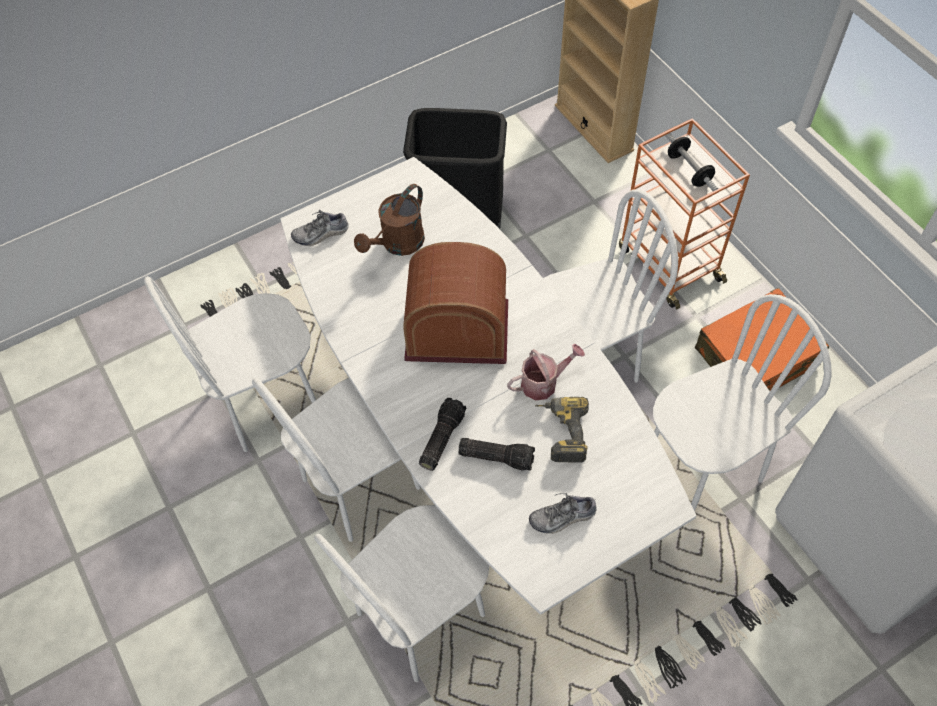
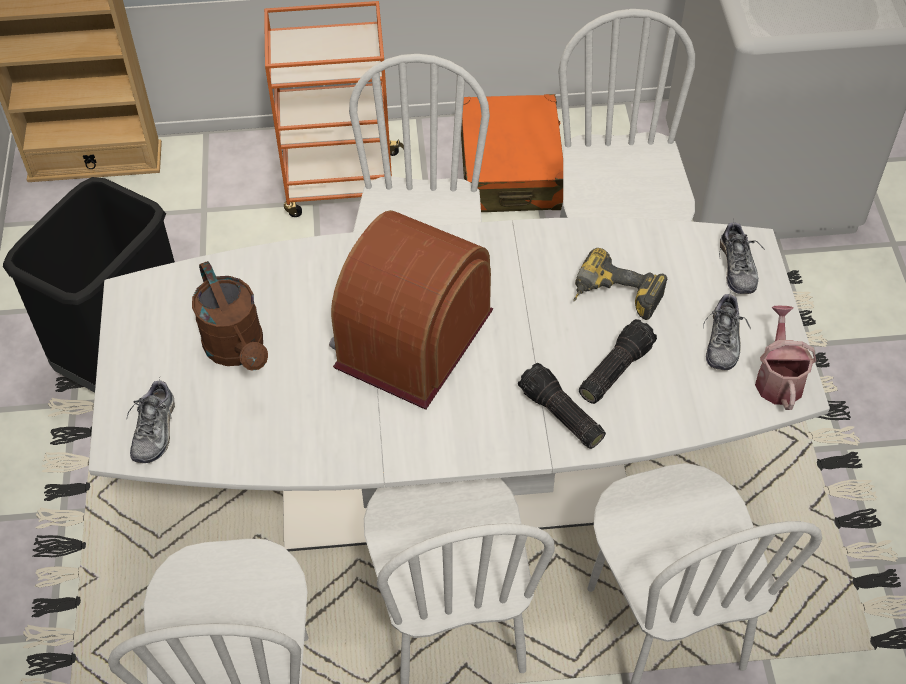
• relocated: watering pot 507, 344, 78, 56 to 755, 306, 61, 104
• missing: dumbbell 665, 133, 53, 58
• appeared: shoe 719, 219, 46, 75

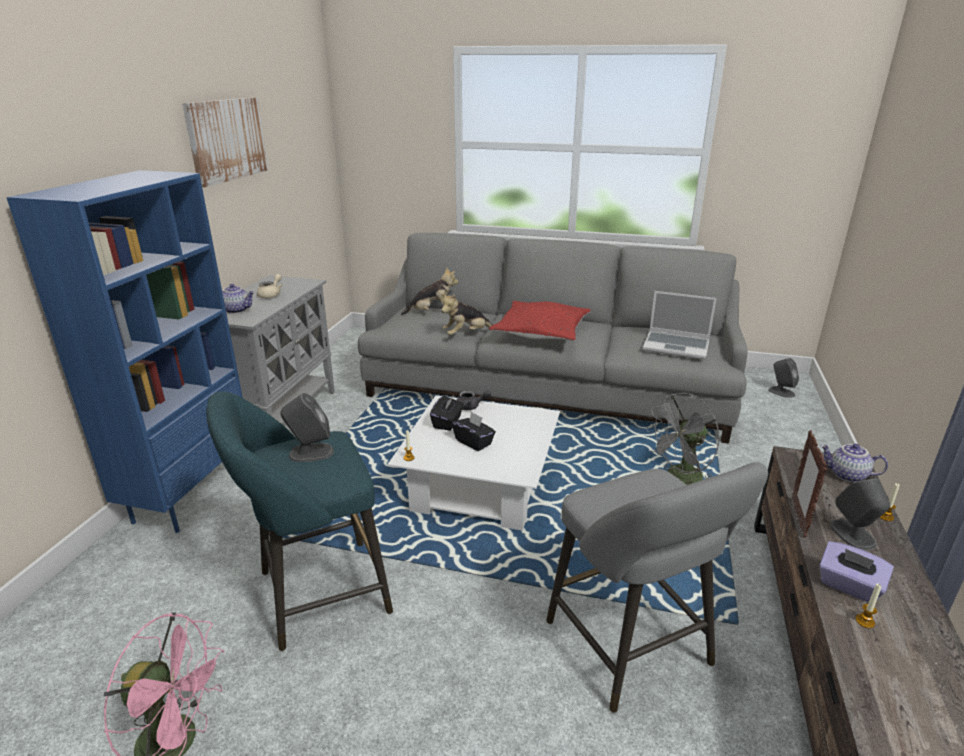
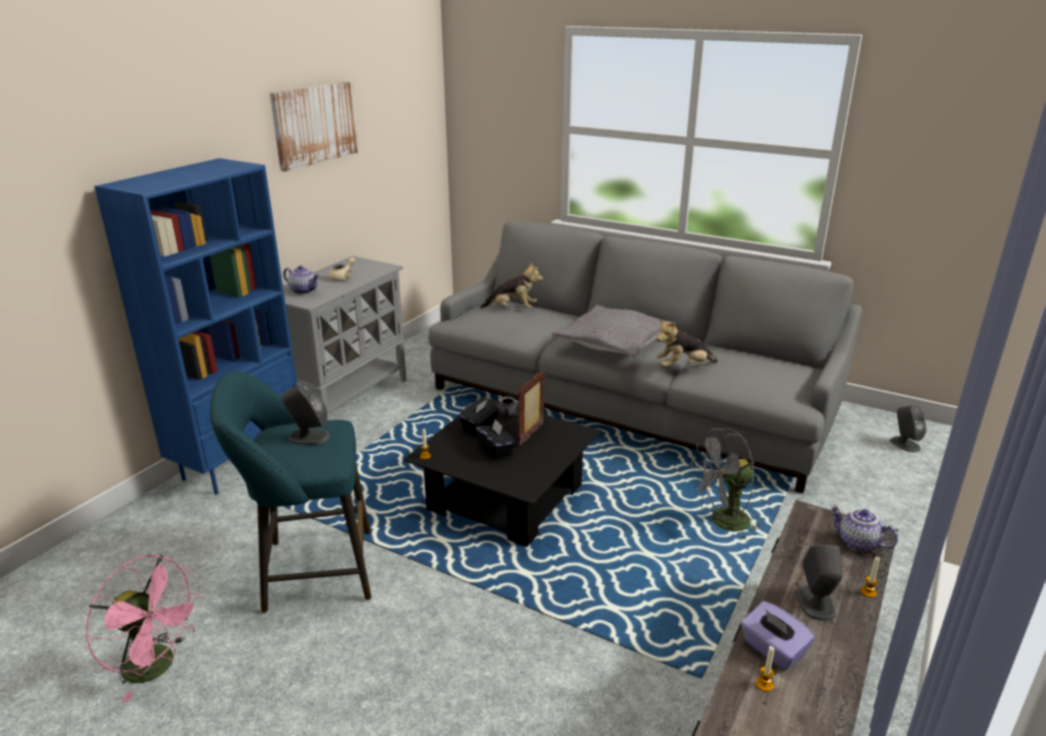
• colour: white-coloured coffee table 388, 395, 172, 136 to black-coloured coffee table 403, 397, 198, 150
• relocated: soft toy 441, 294, 52, 41 to 656, 319, 62, 48
• colour: red pillow 489, 301, 102, 40 to grey pillow 552, 305, 120, 52
• missing: grey sitting stool 546, 462, 222, 251
• missing: laptop 643, 291, 74, 68
• relocated: standing frame 792, 430, 35, 107 to 518, 369, 27, 77

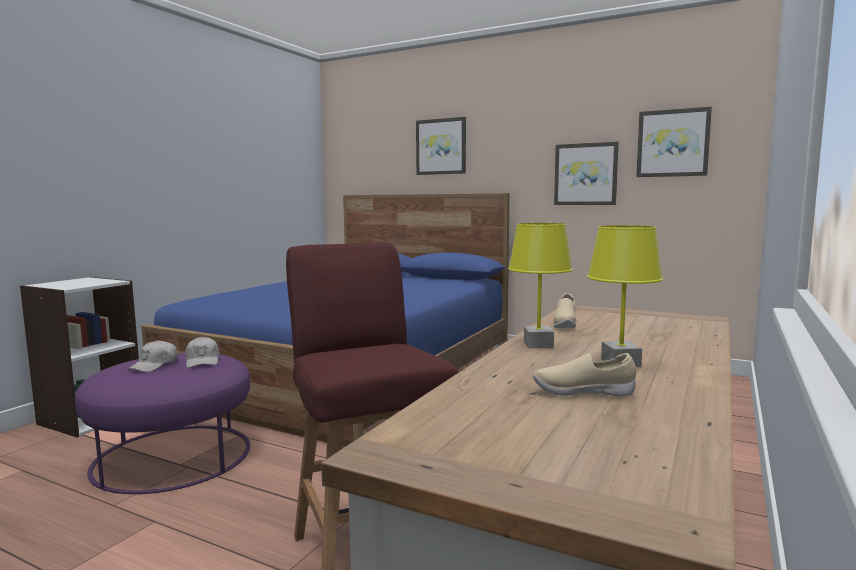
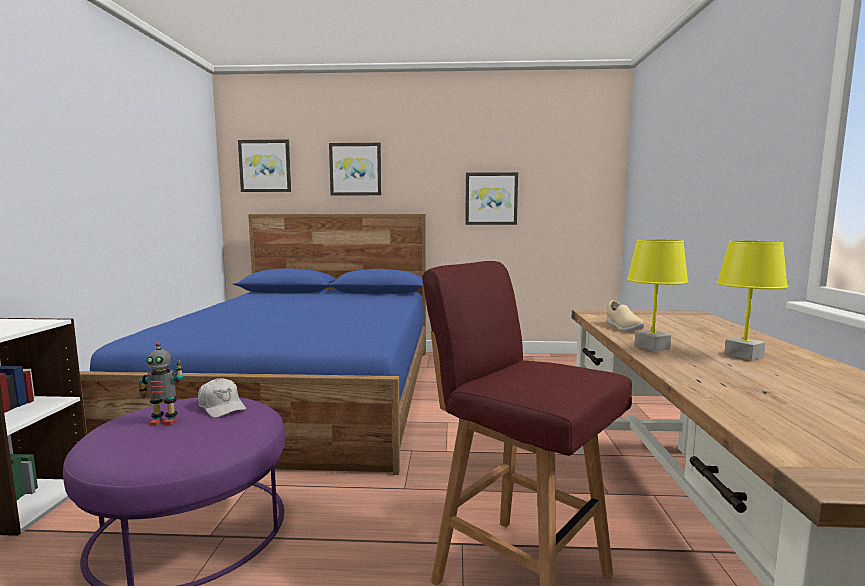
• exchanged: white-coloured cap 127, 340, 51, 32 to model robot 139, 342, 44, 84
• missing: sand-coloured shoe 533, 353, 103, 43
• relocated: wall art 636, 107, 76, 70 to 238, 140, 53, 52

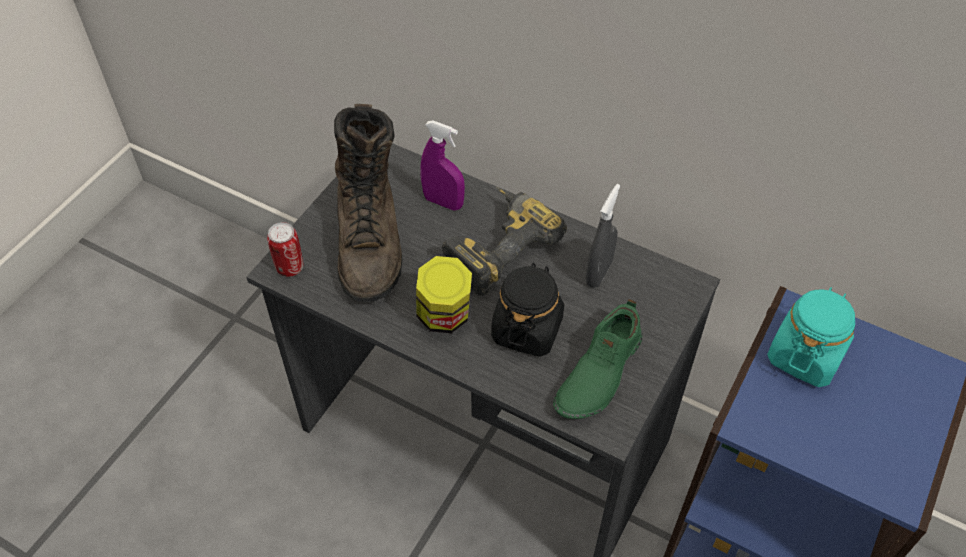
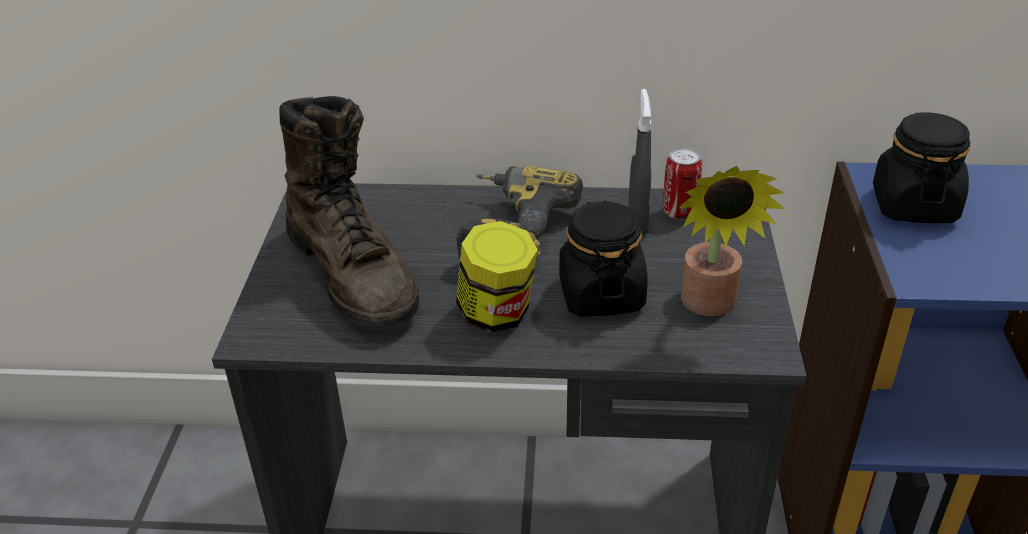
• relocated: sealed can 267, 222, 36, 55 to 663, 148, 39, 72
• missing: purplish hand sprayer 421, 121, 44, 90
• exchanged: green-coloured shoe 553, 299, 89, 120 to potted plant 680, 166, 105, 150
• colour: blue-green jar 767, 287, 88, 100 to black-coloured jar 873, 112, 97, 111

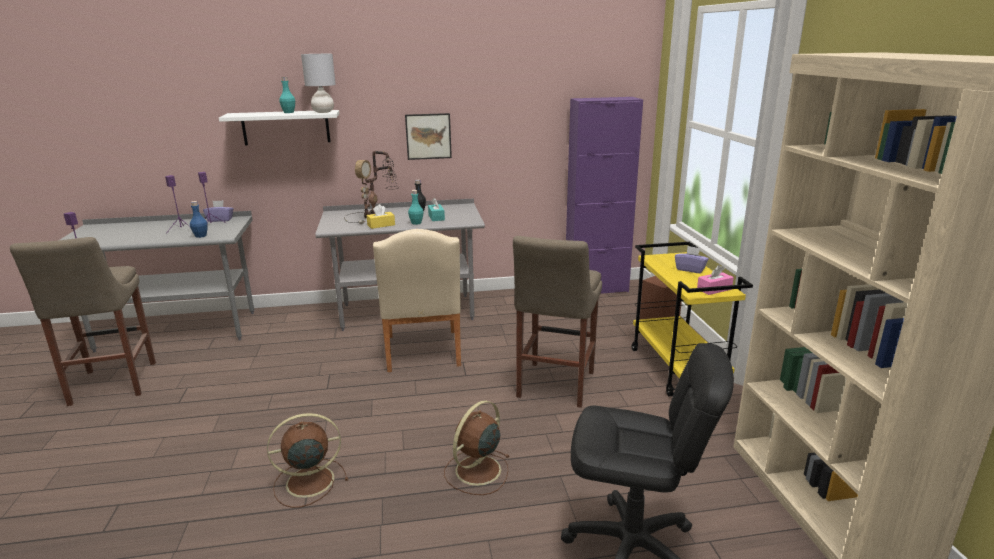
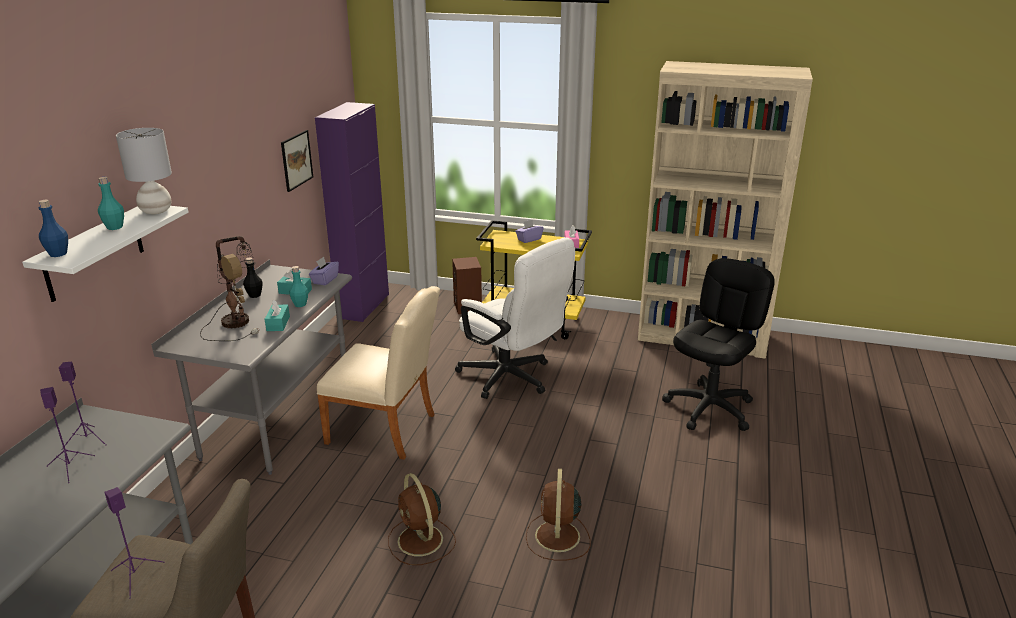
• relocated: blue drink bottle 190, 201, 18, 37 to 39, 200, 29, 57
• relocated: purplish tissue holder 203, 200, 31, 22 to 309, 257, 30, 28
• colour: yellow-coloured tissue holder 367, 204, 28, 25 to blue-green tissue holder 265, 299, 25, 32
• relocated: wall art 405, 113, 47, 47 to 281, 130, 32, 62
• relocated: brown cooling fan 444, 400, 66, 95 to 388, 473, 68, 92
• exchanged: sand-coloured sitting stool 513, 236, 89, 172 to white-coloured desk chair 455, 237, 120, 162

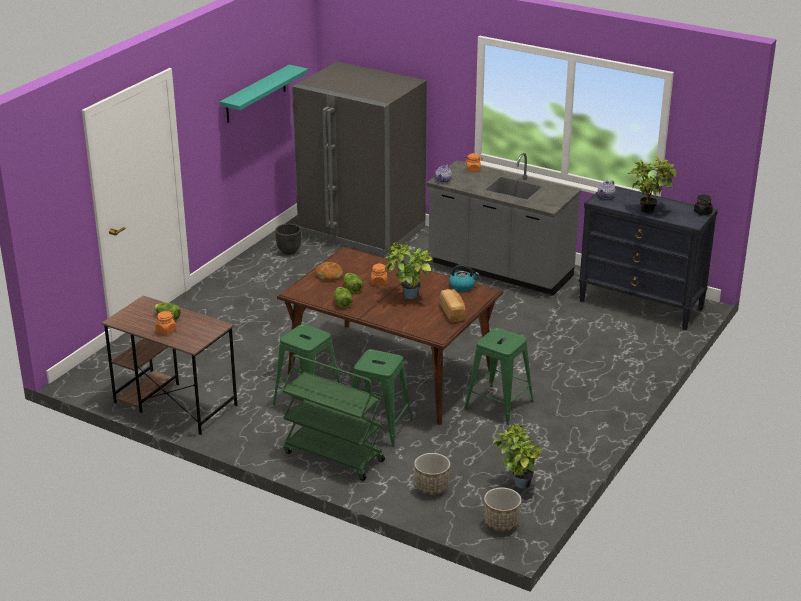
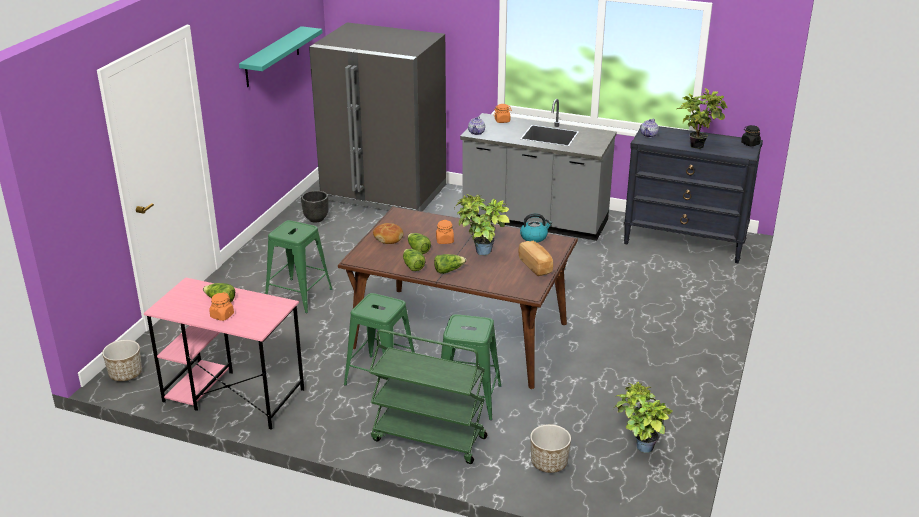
• colour: brown desk 102, 296, 135, 139 to pinkish desk 144, 277, 160, 153
• relocated: green-coloured sitting stool 464, 328, 70, 97 to 265, 220, 68, 93
• relocated: plant pot 484, 488, 37, 44 to 102, 340, 40, 41
• appeared: lettuce head 434, 254, 32, 20

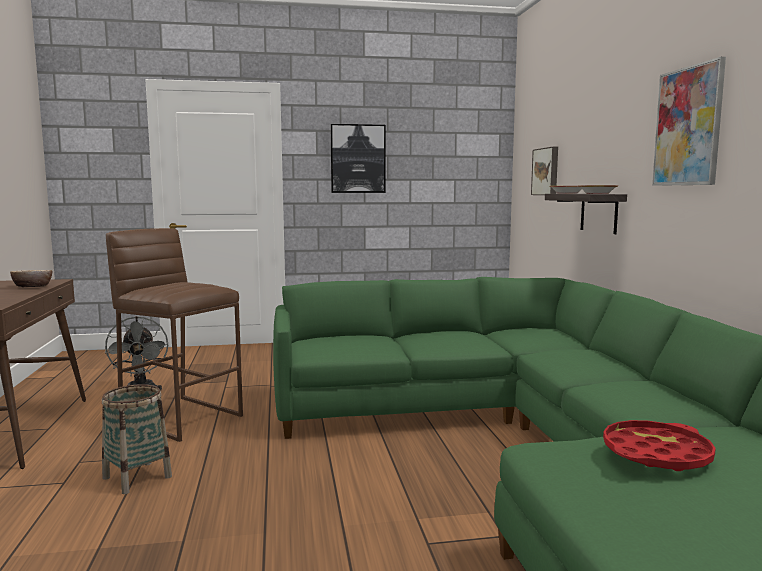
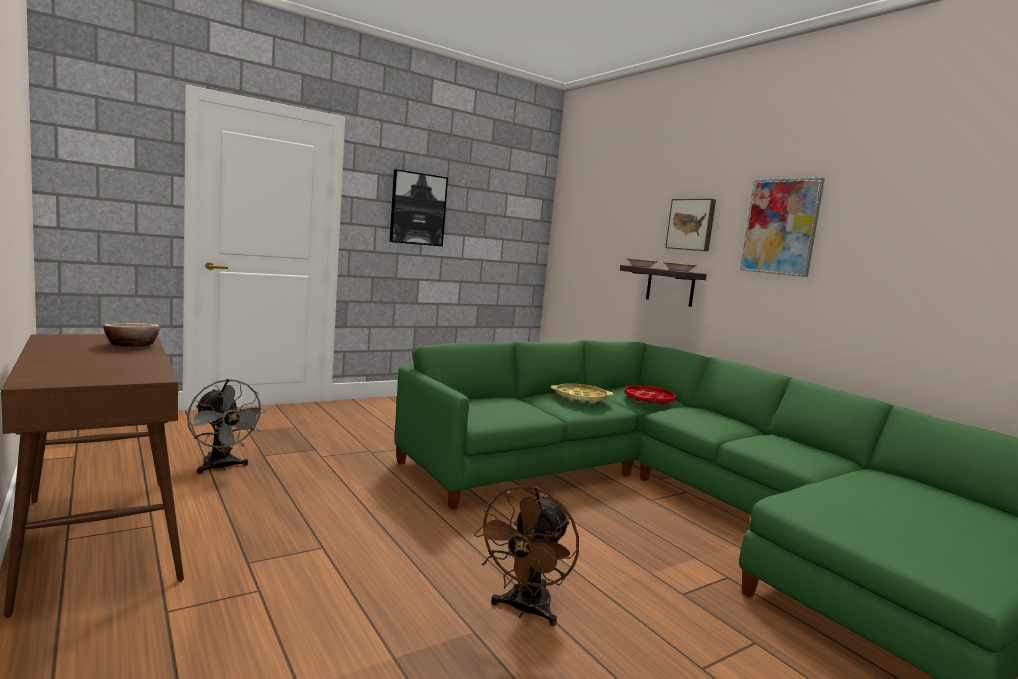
• missing: household basket 102, 384, 70, 110
• missing: brown sitting stool 106, 228, 137, 214
• relocated: wall art 531, 147, 27, 48 to 665, 199, 51, 52
• relocated: red carrying tray 603, 420, 113, 51 to 624, 386, 52, 18
• appeared: brown cooling fan 474, 485, 105, 141
• appeared: yellow-coloured carrying tray 551, 383, 62, 20

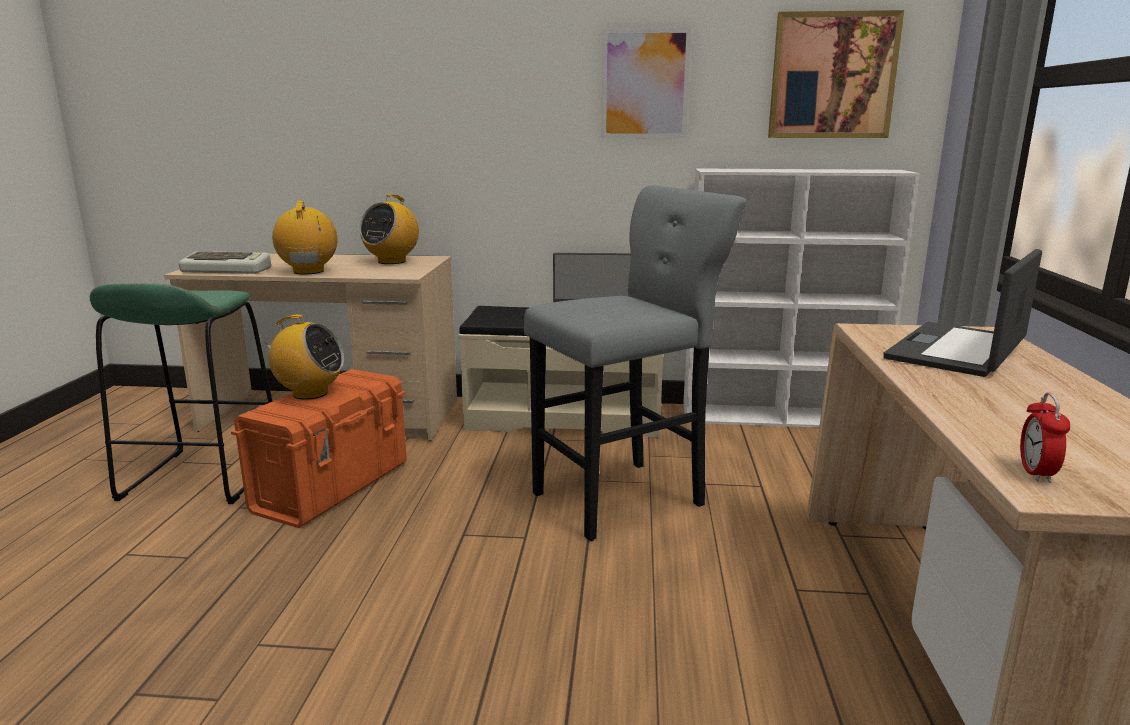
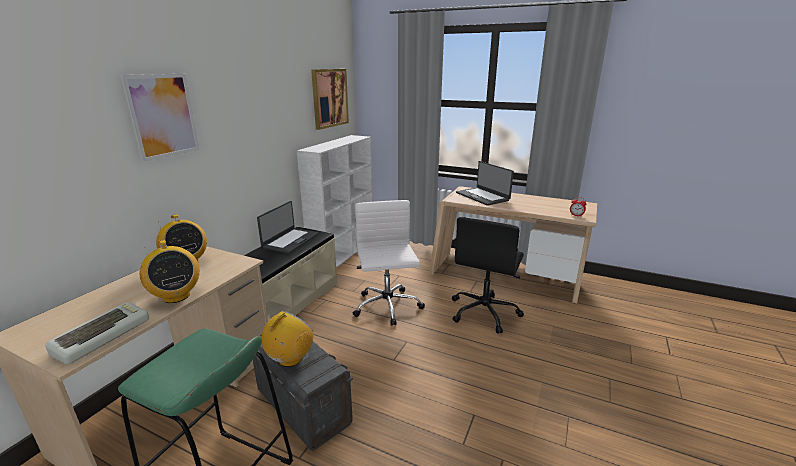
• colour: orange-coloured storage container 231, 369, 176, 159 to grey storage container 253, 335, 100, 116
• spun: radio set 272, 201, 66, 74 = 140, 240, 60, 63 135 degrees counterclockwise
• exchanged: grey sitting stool 524, 185, 222, 356 to white-coloured desk chair 353, 200, 72, 126
• relocated: wall art 601, 28, 91, 110 to 121, 74, 79, 88
• appeared: black-coloured desk chair 452, 217, 72, 117

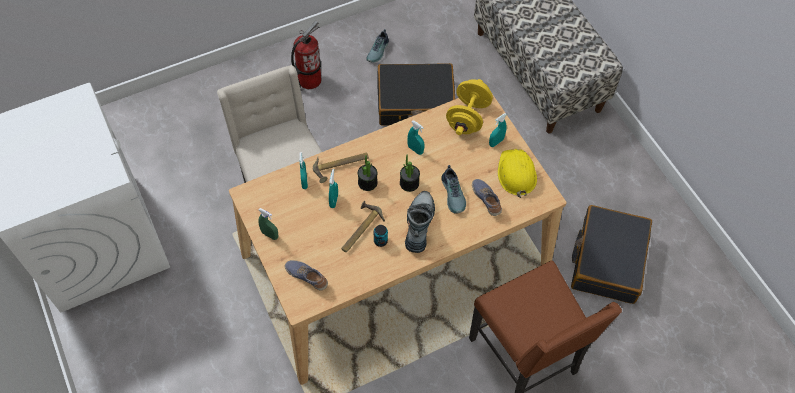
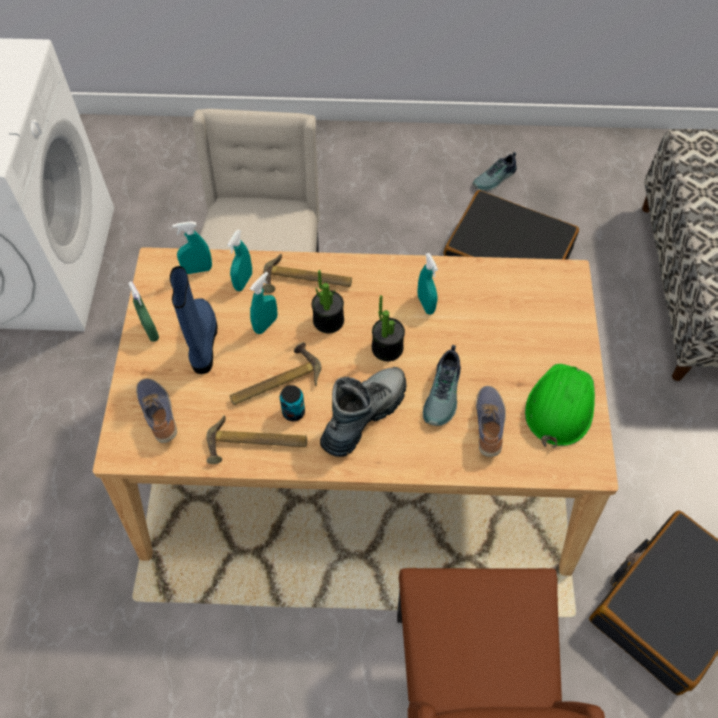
• missing: extinguisher 291, 20, 30, 69
• missing: yellow-coloured dumbbell 446, 79, 47, 56
• relocated: blue-green hand sprayer 489, 113, 18, 34 to 172, 221, 40, 53
• colour: yellow-coloured work helmet 498, 149, 39, 49 to green-coloured work helmet 525, 364, 70, 84
• appeared: blue high-top boot 170, 266, 48, 108
• appeared: hand hammer 206, 415, 101, 49

